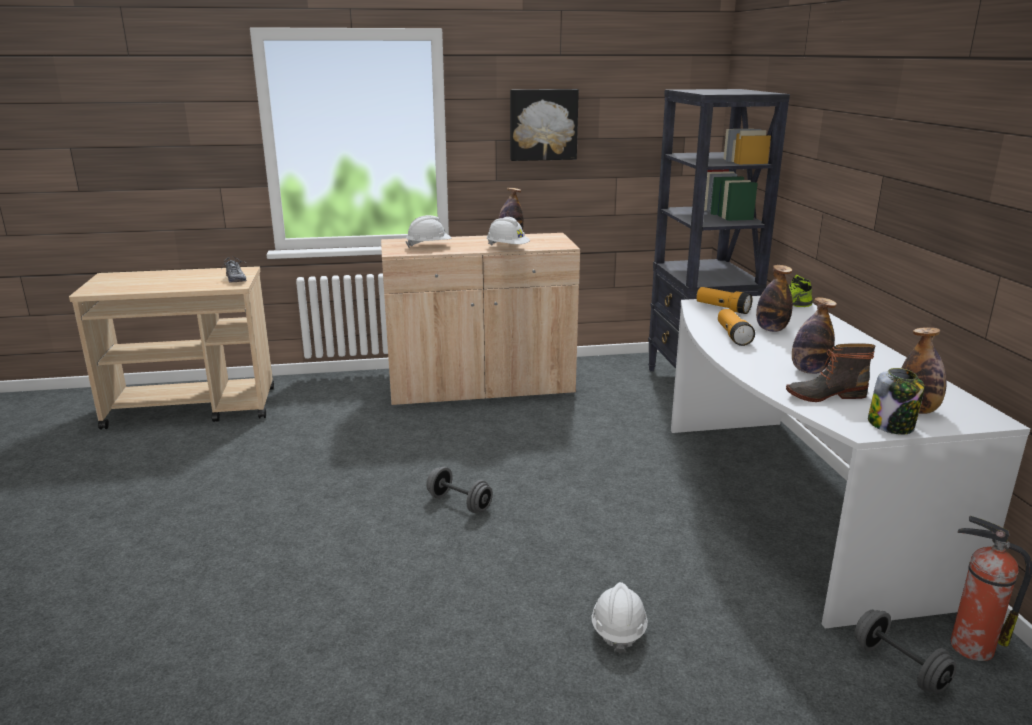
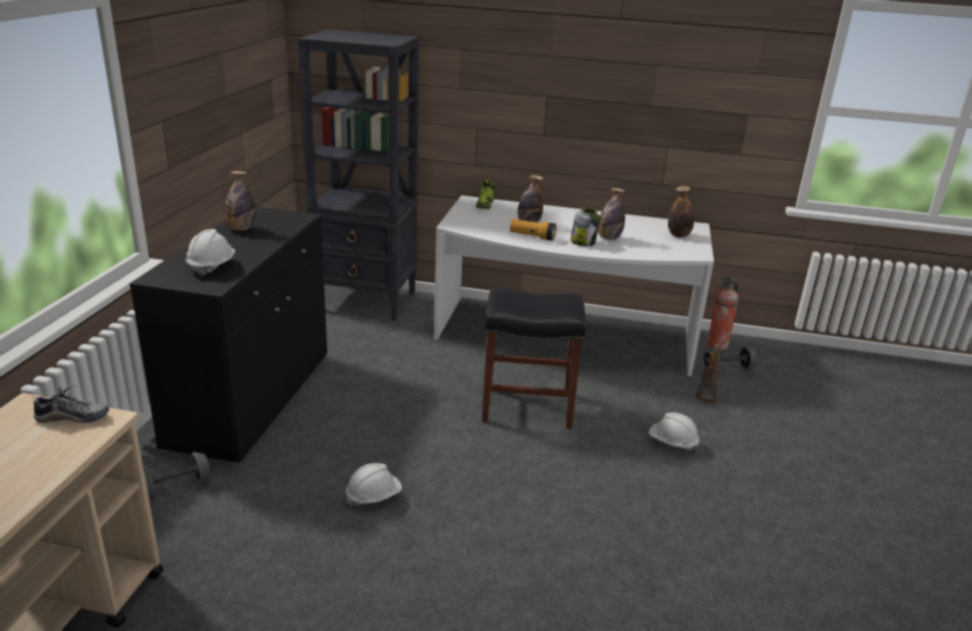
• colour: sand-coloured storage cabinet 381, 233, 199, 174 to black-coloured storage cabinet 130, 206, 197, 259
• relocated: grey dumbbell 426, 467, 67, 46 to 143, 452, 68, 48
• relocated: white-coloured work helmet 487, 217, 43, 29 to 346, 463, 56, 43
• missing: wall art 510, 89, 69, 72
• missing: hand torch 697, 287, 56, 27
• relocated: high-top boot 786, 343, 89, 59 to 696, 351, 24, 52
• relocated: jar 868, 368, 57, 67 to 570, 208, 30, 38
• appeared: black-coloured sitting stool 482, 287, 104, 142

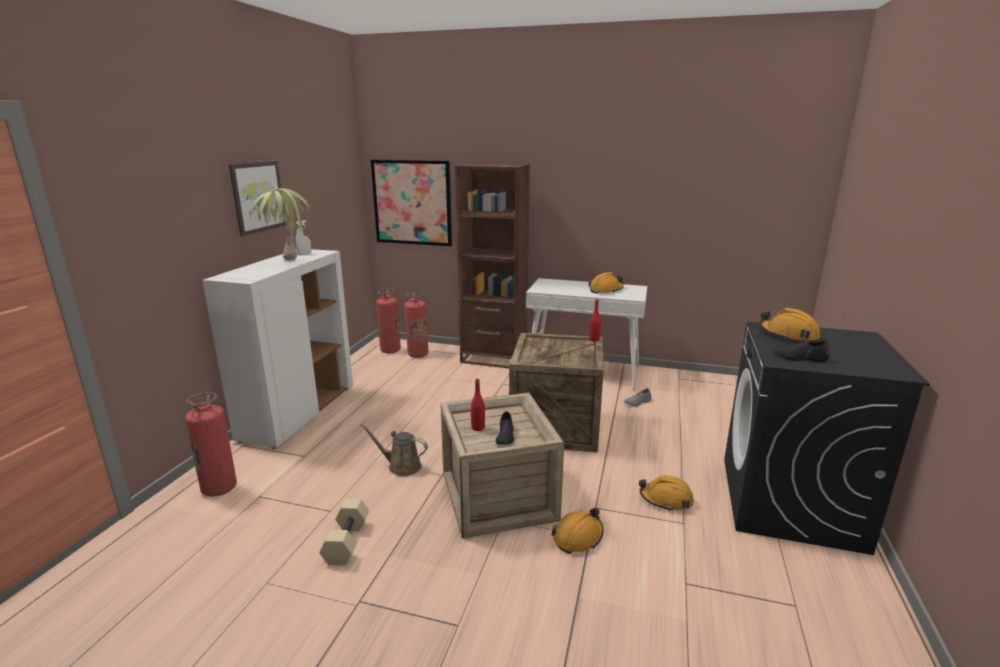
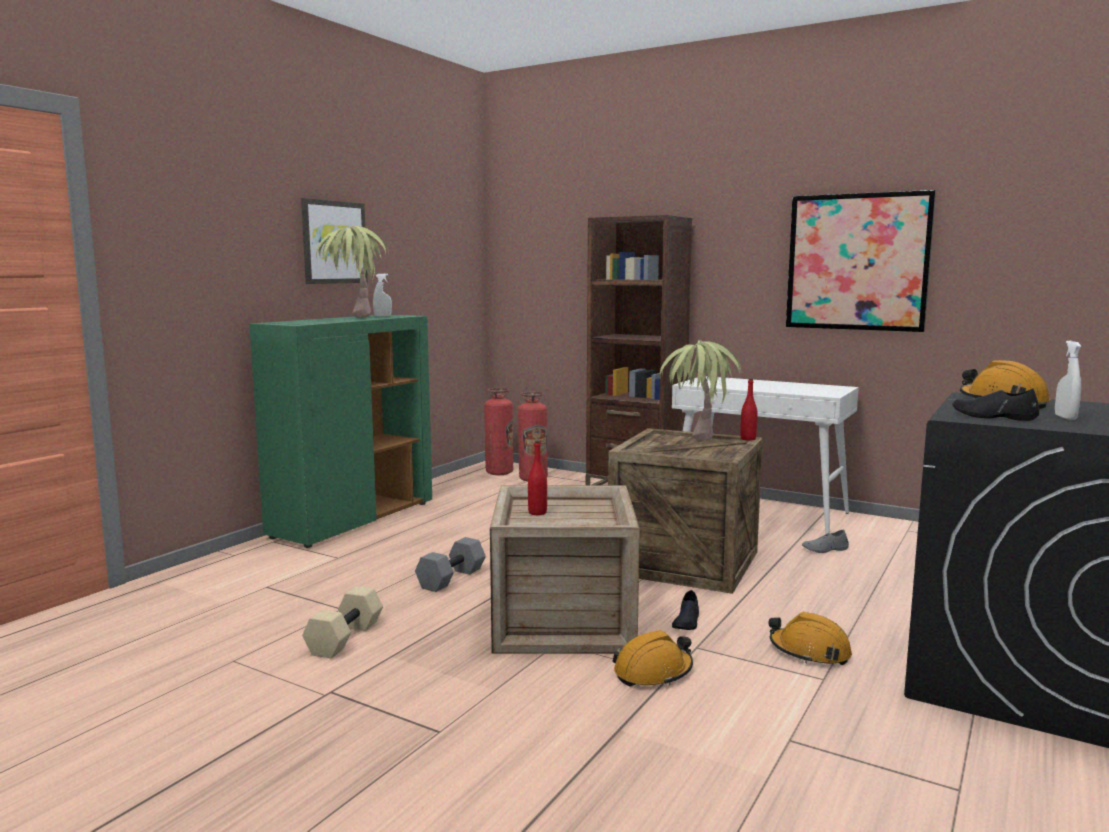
• missing: extinguisher 185, 392, 52, 105
• colour: white-coloured storage cabinet 202, 249, 151, 200 to green-coloured storage cabinet 249, 315, 183, 233
• exchanged: brown watering pot 360, 424, 68, 52 to grey dumbbell 415, 537, 71, 55
• relocated: wall art 371, 160, 81, 86 to 786, 190, 150, 142
• relocated: black-coloured shoe 496, 411, 18, 34 to 672, 590, 27, 40
• missing: orange-coloured work helmet 588, 272, 36, 22
• appeared: potted plant 660, 340, 81, 101
• appeared: white-coloured hand sprayer 1055, 341, 26, 79

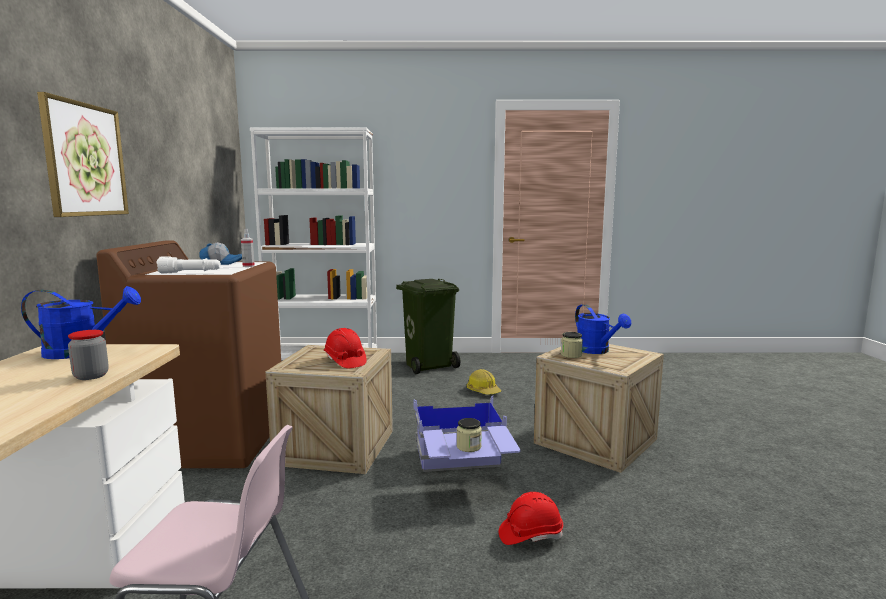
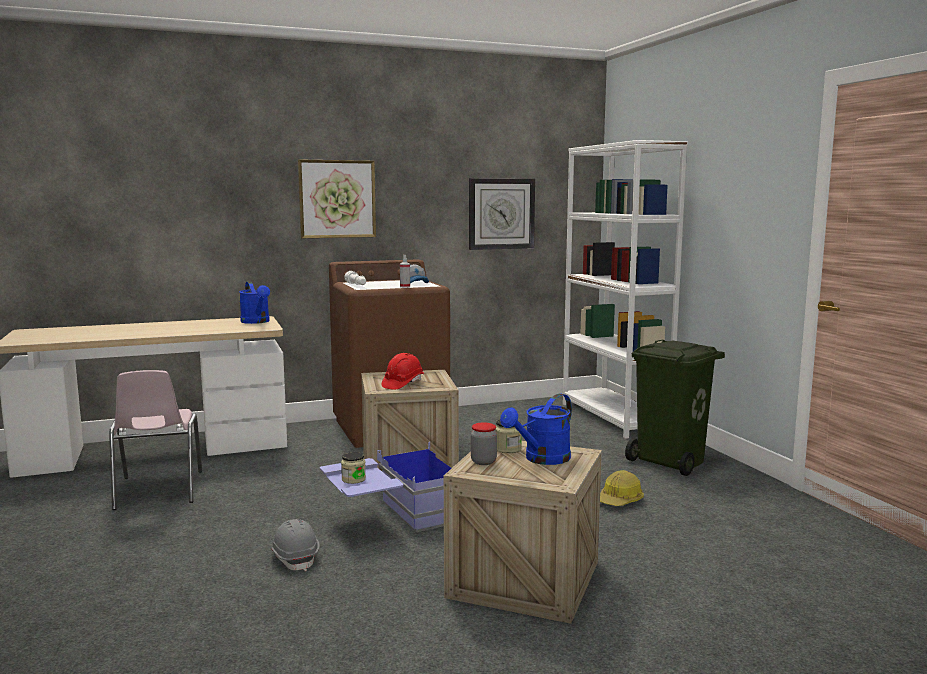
• relocated: jar 68, 330, 41, 50 to 471, 423, 26, 42
• colour: red work helmet 499, 492, 64, 53 to grey work helmet 271, 519, 48, 52
• appeared: clock on the wall 469, 178, 66, 72

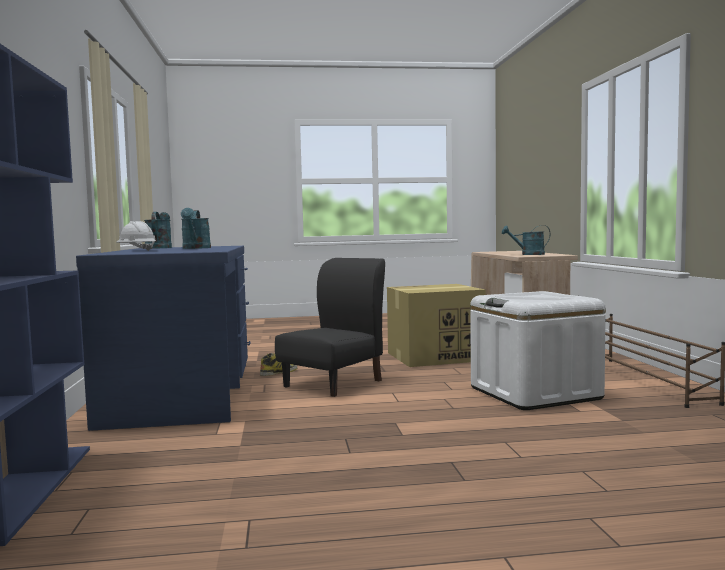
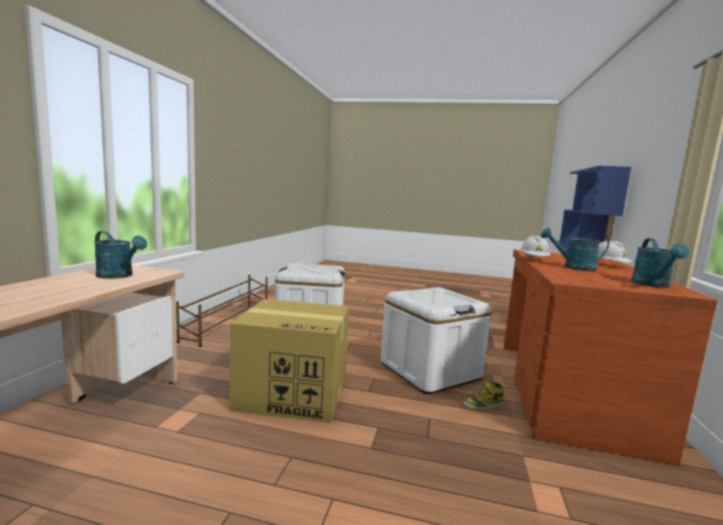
• colour: blue desk 76, 246, 175, 185 to brown desk 503, 250, 214, 216
• spun: blue-green watering pot 181, 208, 30, 41 = 541, 228, 68, 43 90 degrees counterclockwise
• exchanged: black-coloured upright chair 275, 258, 110, 139 to white-coloured storage container 381, 287, 111, 107
• appeared: white-coloured work helmet 520, 236, 31, 21

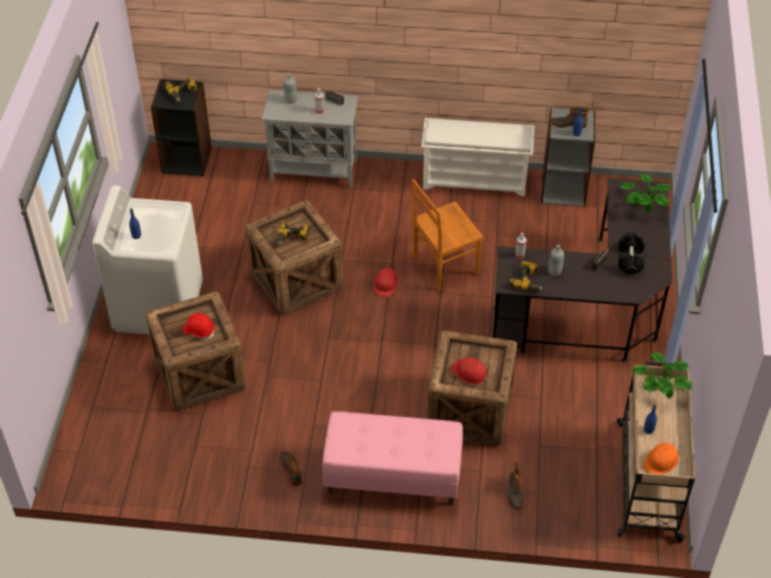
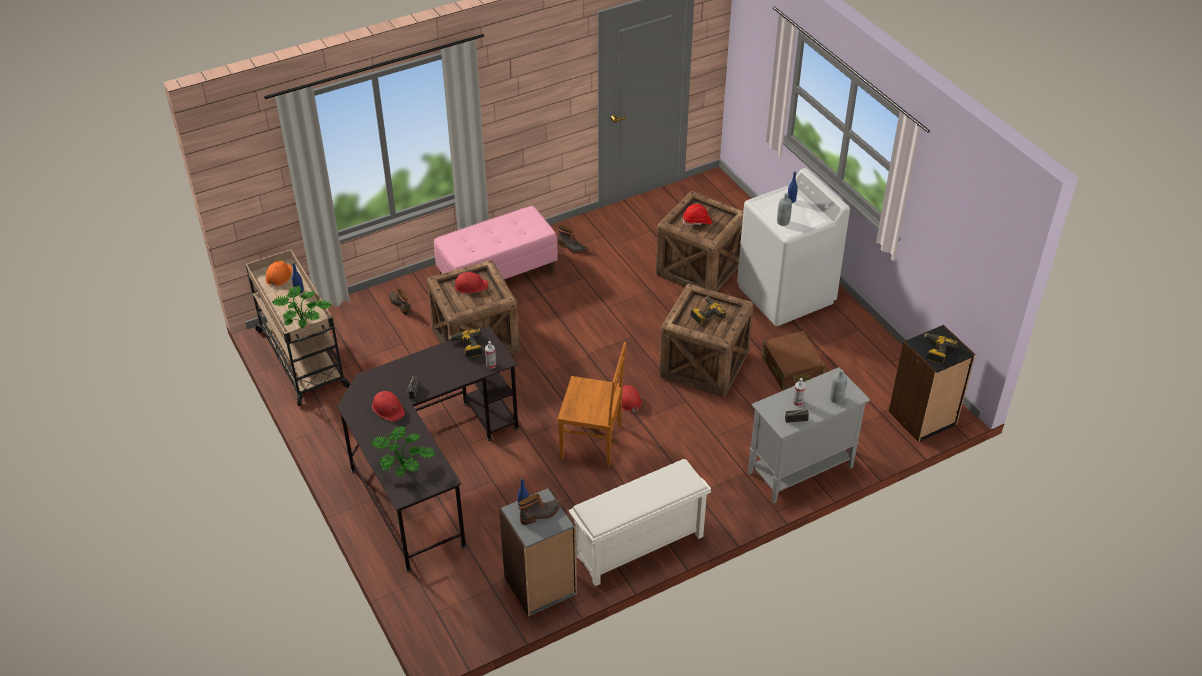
• spun: brown upright chair 412, 179, 72, 111 = 558, 342, 68, 124 75 degrees clockwise
• relocated: grey drink bottle 548, 244, 16, 32 to 777, 193, 15, 33
• exchanged: black-coloured dumbbell 618, 232, 27, 42 to red work helmet 372, 391, 33, 31
• appeared: brown suitcase 762, 331, 64, 59

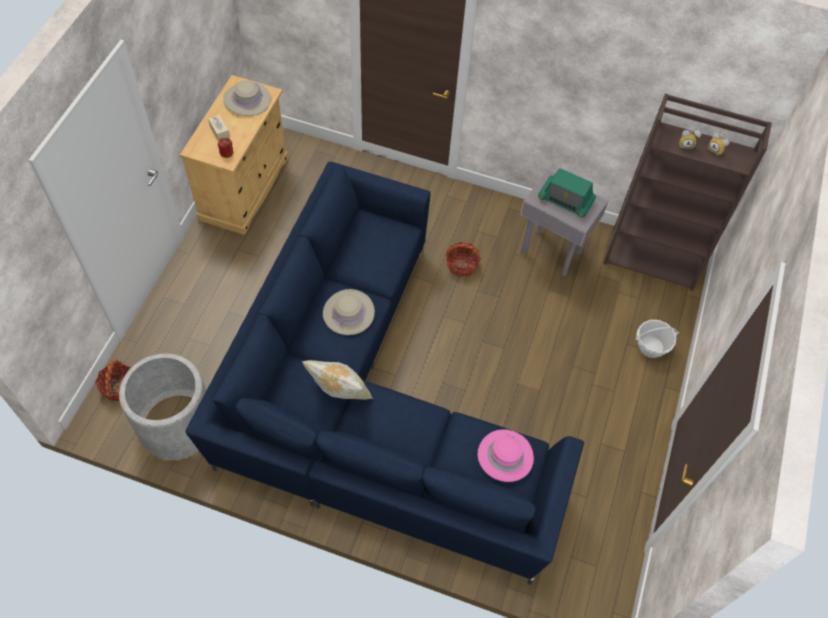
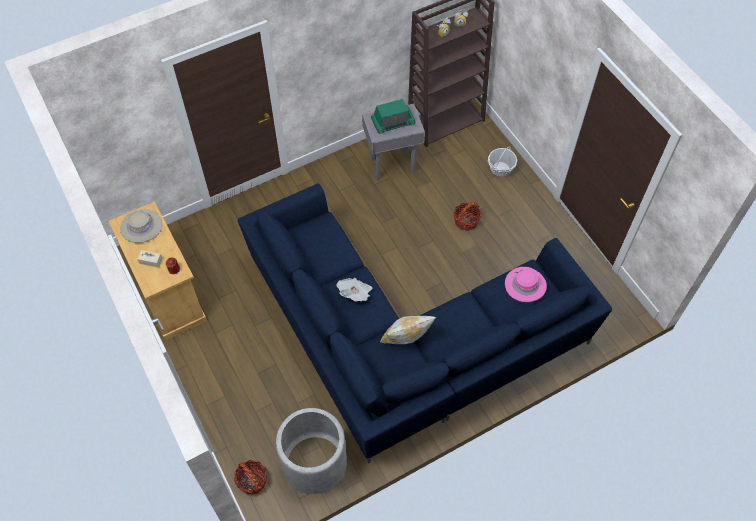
• exchanged: sand-coloured clothing hat 323, 289, 52, 46 to printed paper 337, 278, 35, 24
• relocated: household basket 446, 242, 35, 35 to 454, 202, 27, 29

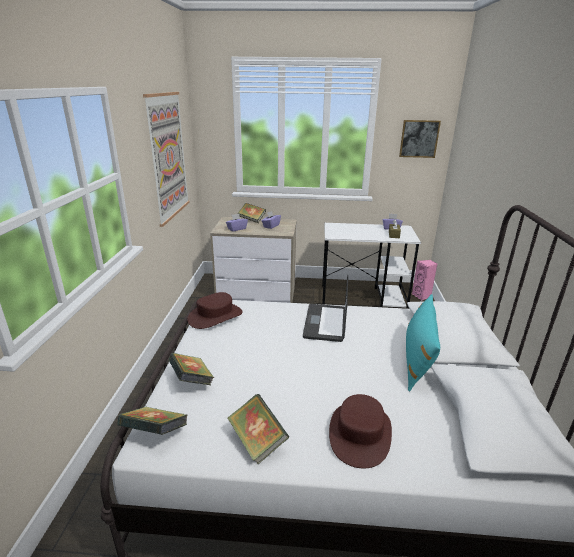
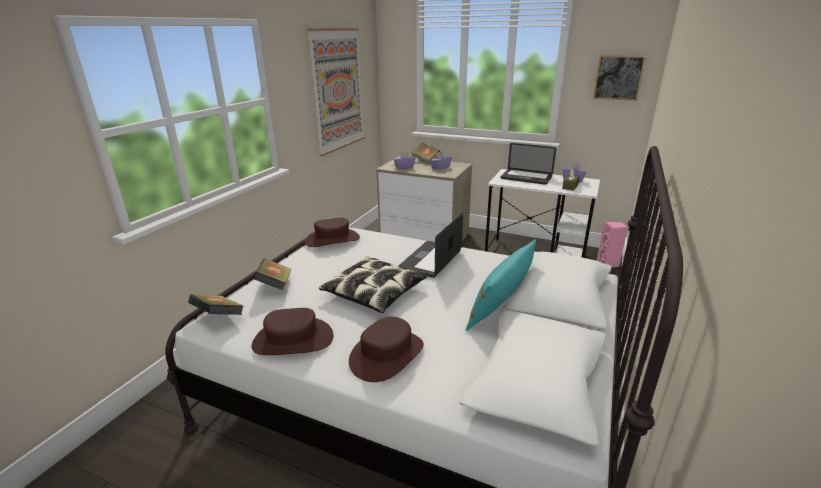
• exchanged: bound book 227, 394, 62, 70 to brown clothing hat 252, 308, 81, 47
• appeared: pillow 319, 257, 108, 56
• appeared: laptop 500, 143, 56, 42

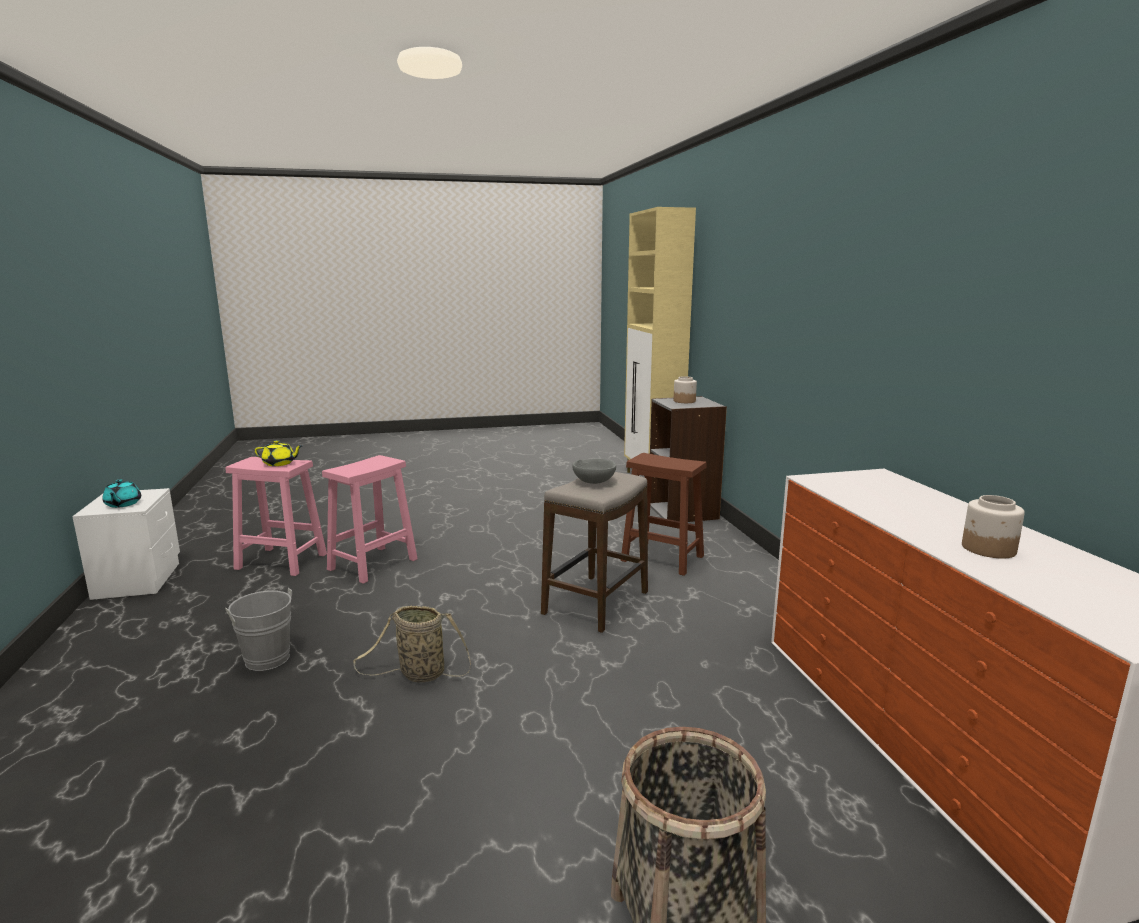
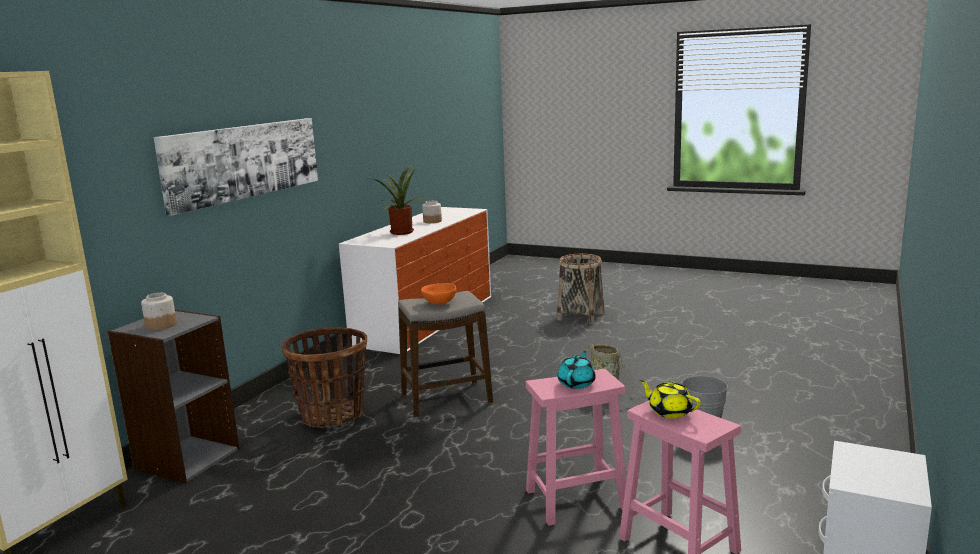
• relocated: blue-green pot for tea 102, 479, 39, 29 to 558, 351, 38, 38
• colour: grey deep dish 572, 459, 44, 25 to orange-coloured deep dish 421, 283, 36, 22
• exchanged: brown sitting stool 621, 453, 86, 123 to household basket 282, 327, 85, 101
• appeared: wall art 154, 118, 164, 98
• appeared: potted plant 373, 164, 53, 71

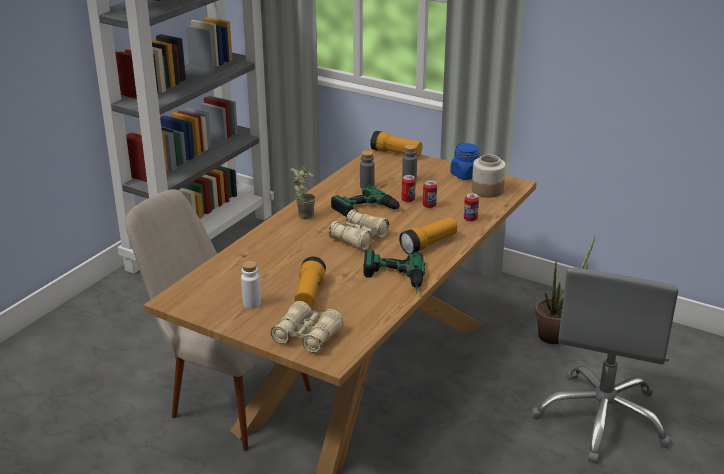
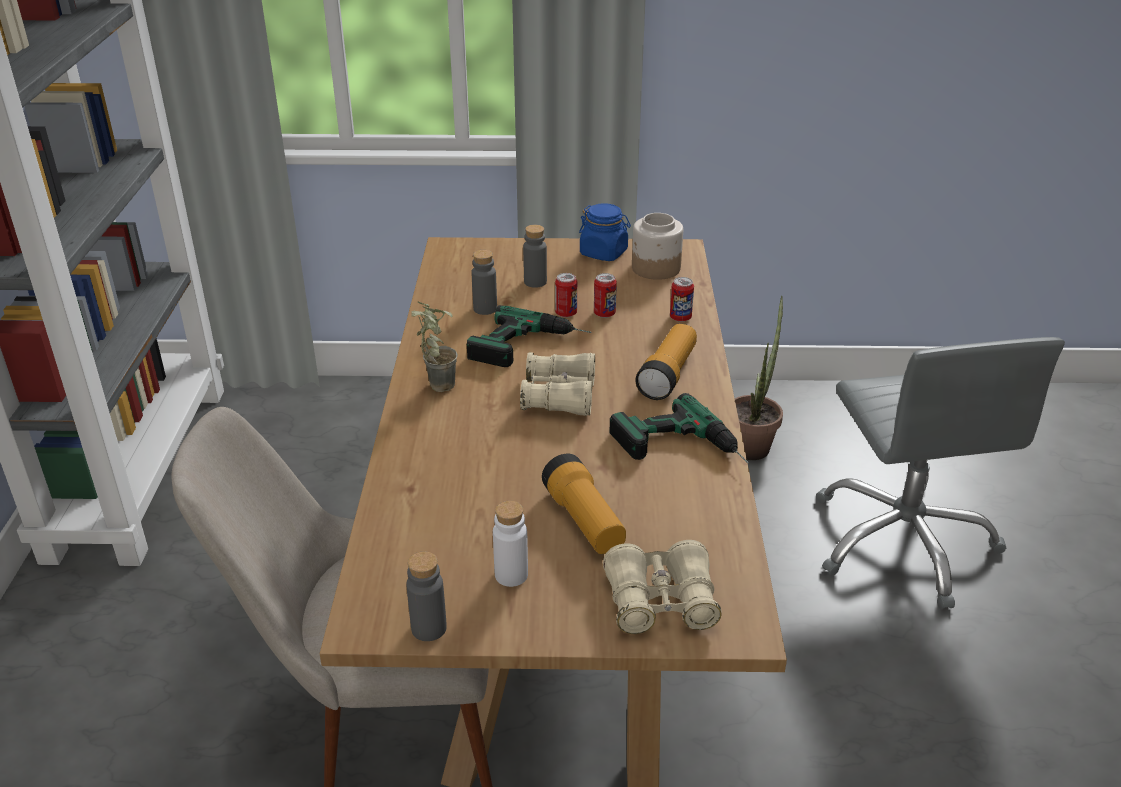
• missing: hand torch 370, 131, 52, 26
• appeared: grey drink bottle 406, 552, 41, 89

